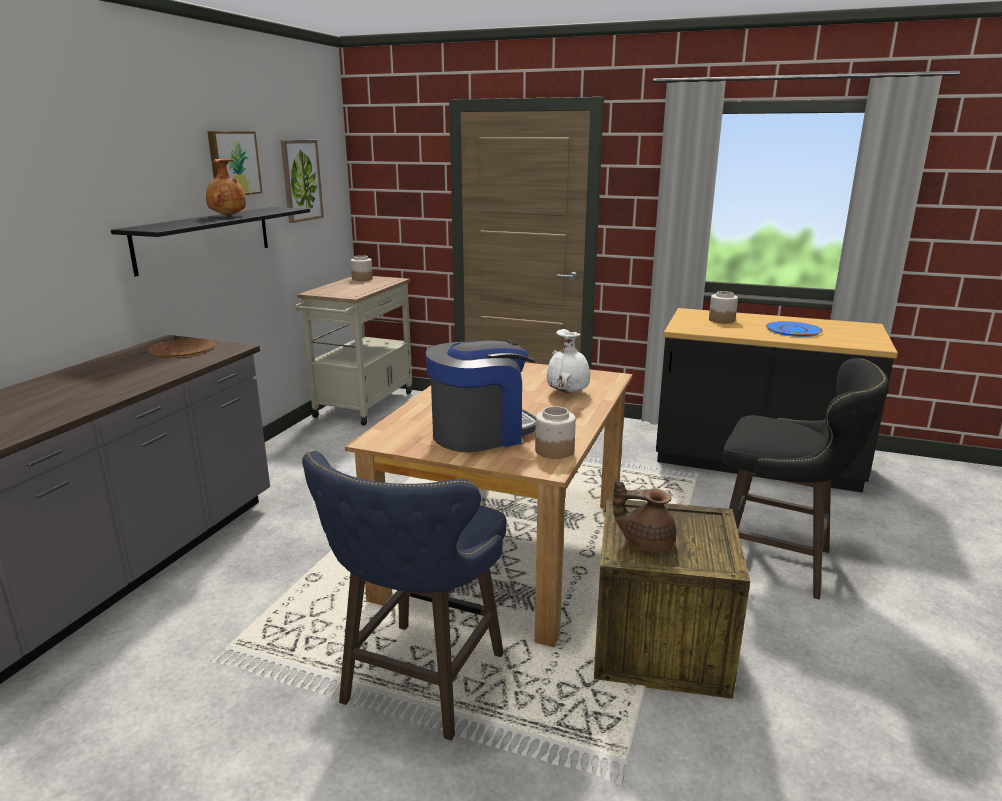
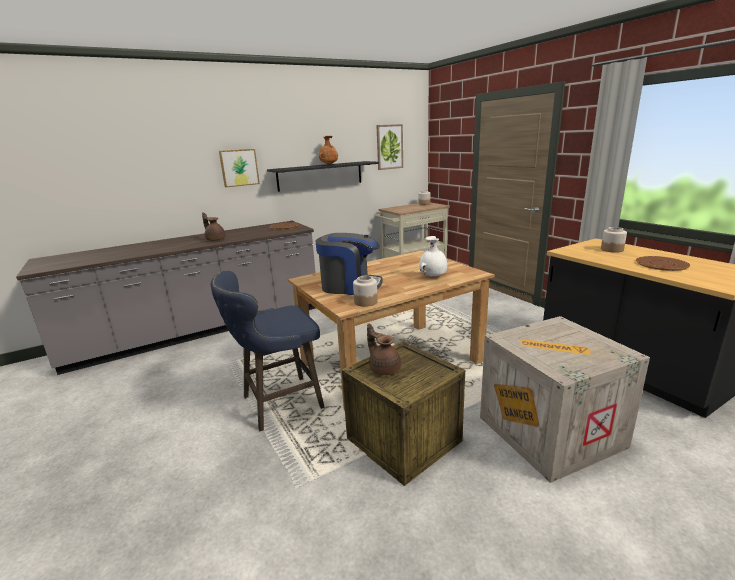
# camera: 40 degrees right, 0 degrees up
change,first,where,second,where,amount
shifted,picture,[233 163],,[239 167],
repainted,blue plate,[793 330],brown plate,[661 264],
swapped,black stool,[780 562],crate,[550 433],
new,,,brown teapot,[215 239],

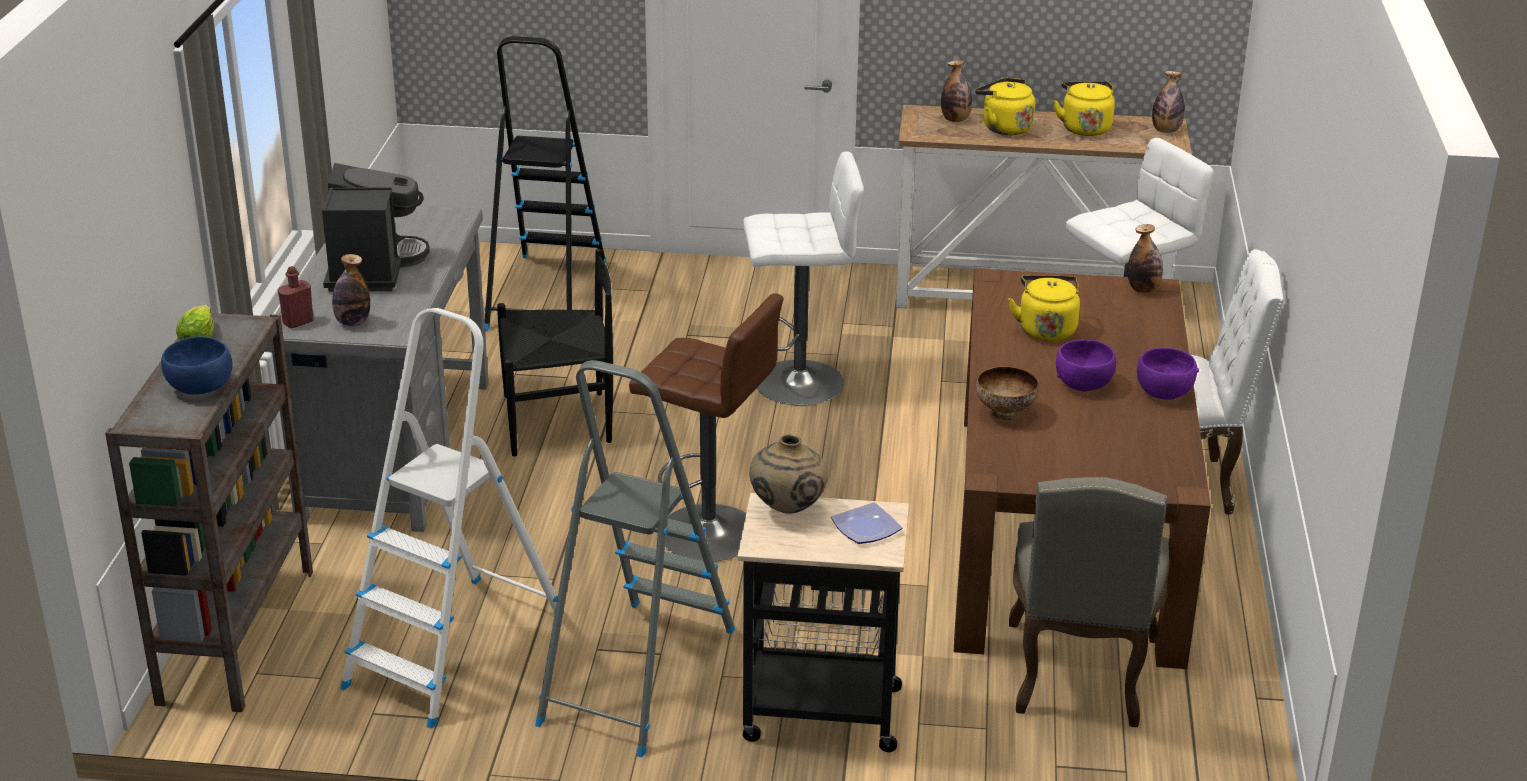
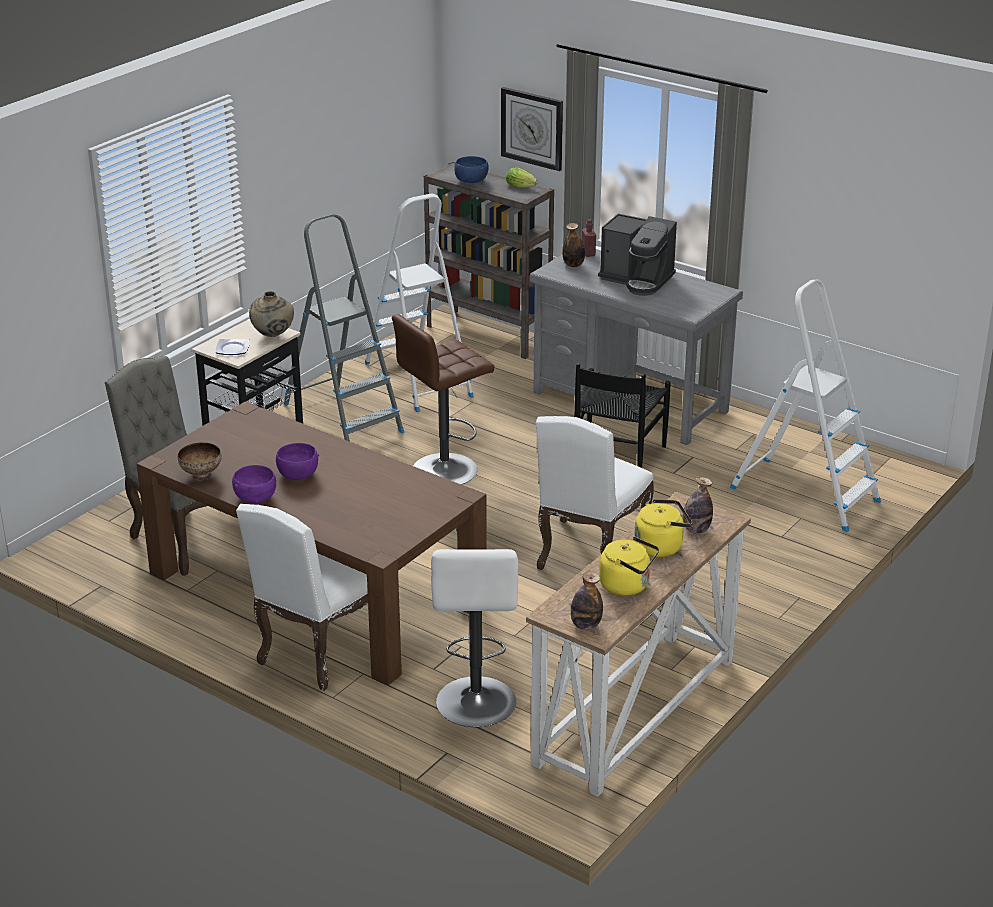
# camera: 120 degrees right, 0 degrees up
change,first,where,second,where,amount
repainted,black step ladder,[546 294],white step ladder,[806 495],
swapped,white stool,[800 383],white chair,[588 555],
gone,bottle,[1143 289],,,
gone,yellow kettle,[1046 329],,,
shifted,bowl,[1004 414],,[201 475],
new,,,wall clock,[532 128],

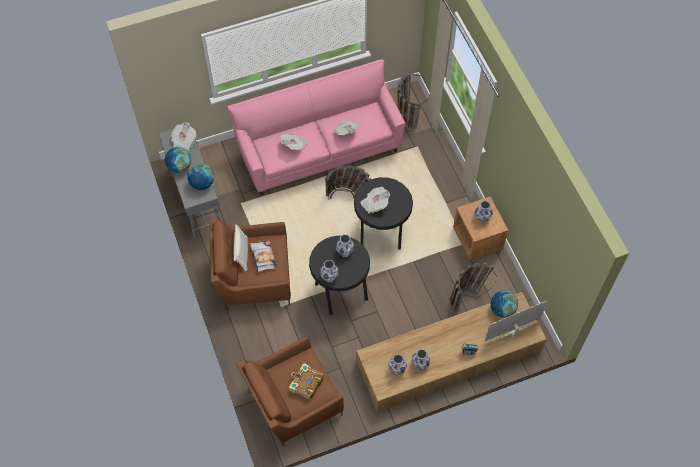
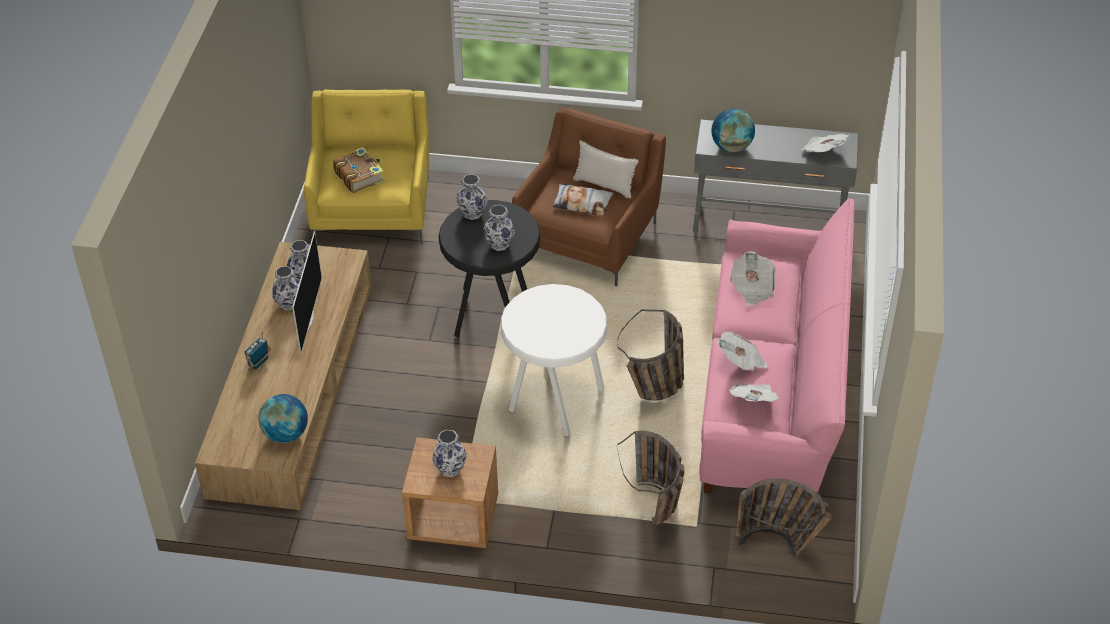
# camera: 120 degrees right, 15 degrees down
change,first,where,second,where,amount
gone,globe,[180 166],,,
repainted,black stool,[381 234],white stool,[554 401],
shifted,newspaper,[374 204],,[754 401],
shifted,basket,[468 295],,[657 512],
shifted,television,[513 333],,[307 321],
repainted,brown armchair,[292 401],yellow armchair,[373 206],

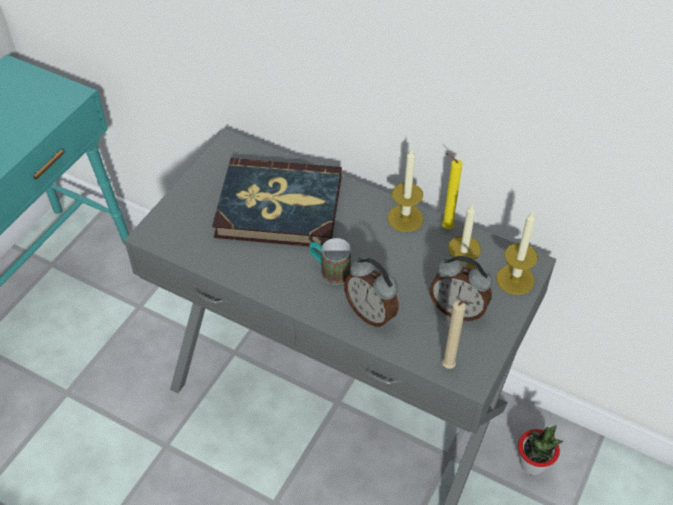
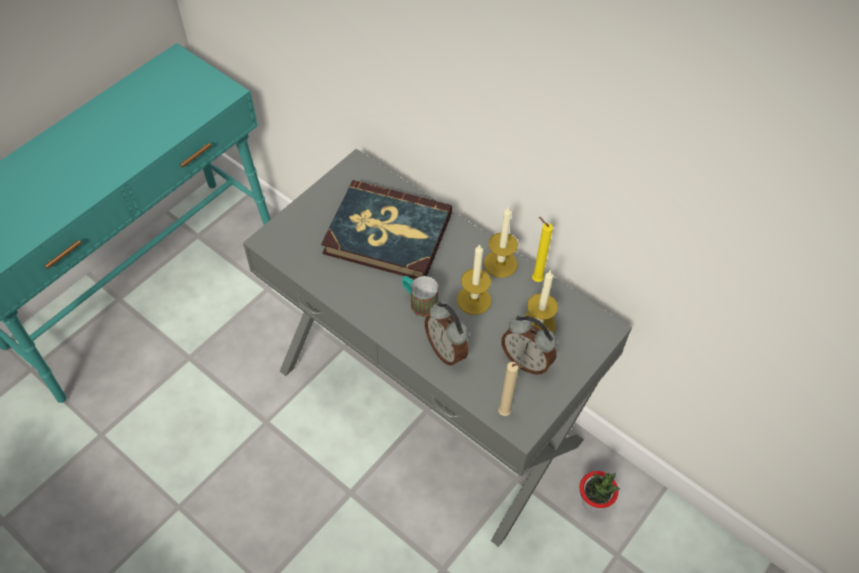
# camera: 10 degrees right, 5 degrees up
change,first,where,second,where,amount
shifted,candle,[515 279],,[474 300],

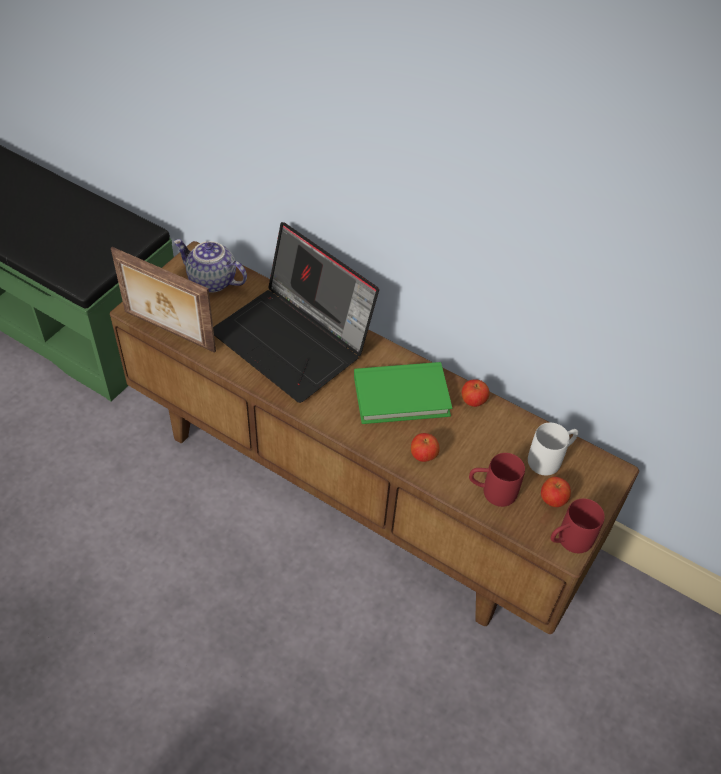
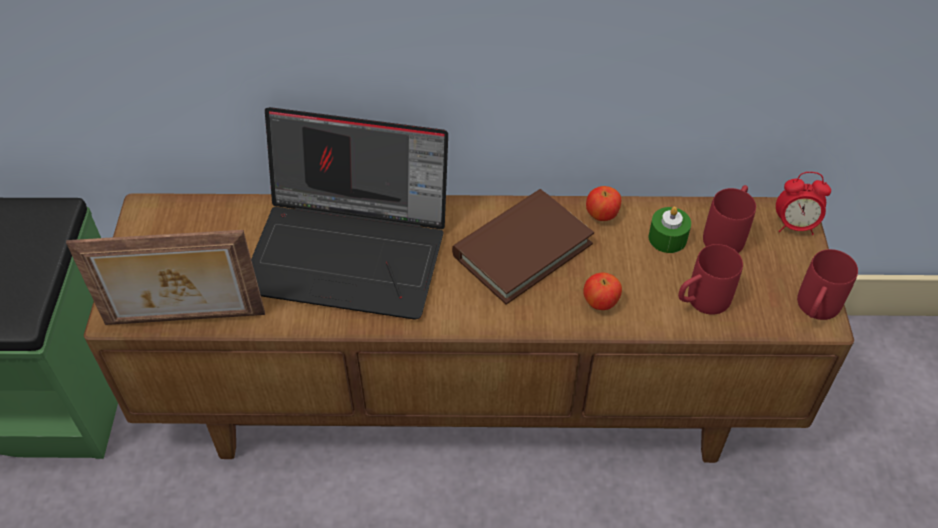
# camera: 30 degrees left, 0 degrees up
change,first,where,second,where,amount
gone,teapot,[211 281],,,
repainted,green book,[401 396],brown book,[522 250],
repainted,white mug,[550 459],red mug,[727 234],
gone,apple,[552 500],,,
new,,,alarm clock,[795 226],
new,,,green candle,[667 238],

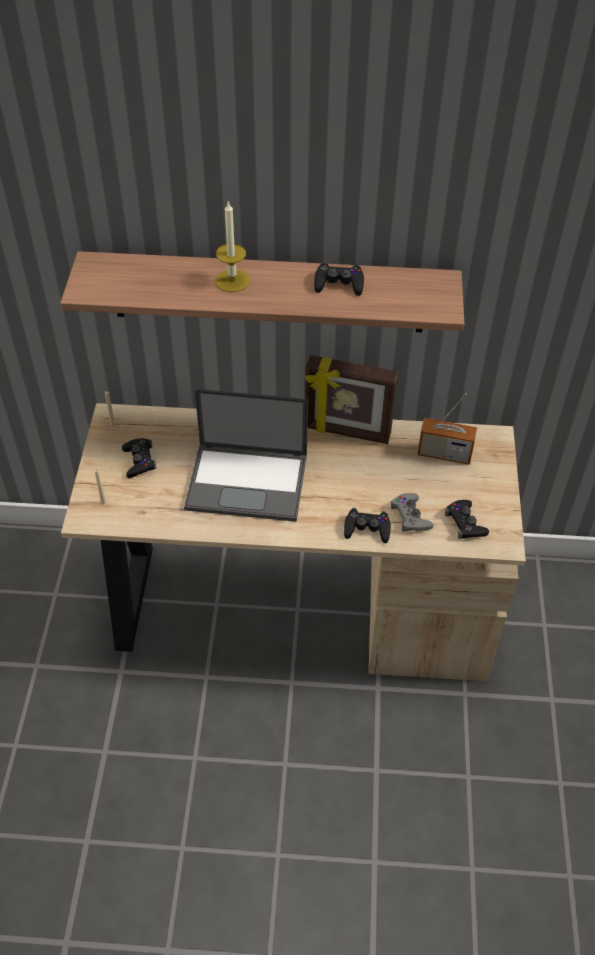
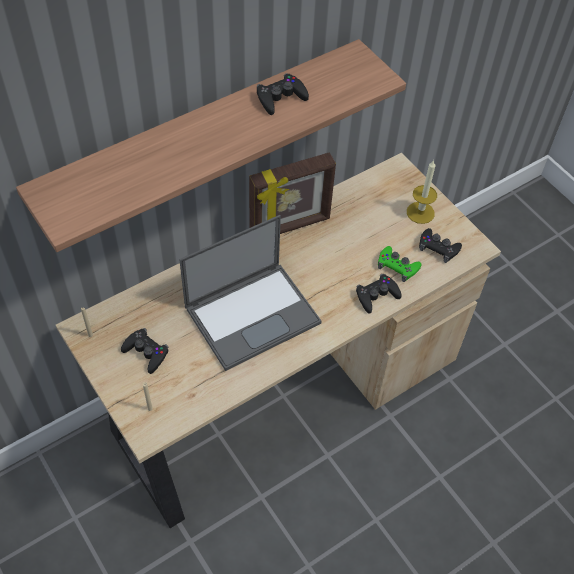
# camera: 40 degrees left, 5 degrees up
change,first,where,second,where,amount
shifted,candle,[232 281],,[420 212],
gone,radio,[444 454],,,
repainted,grey game controller,[410 516],green game controller,[397 266],

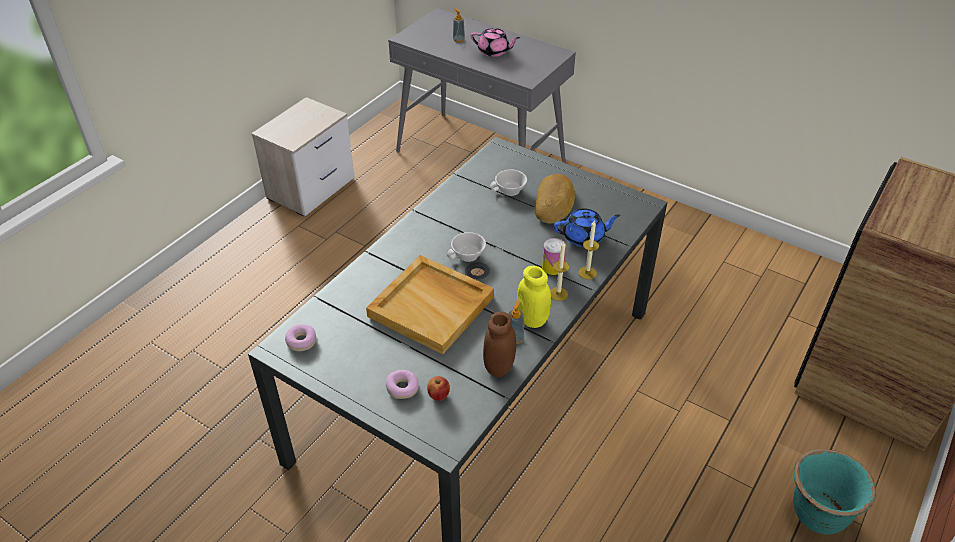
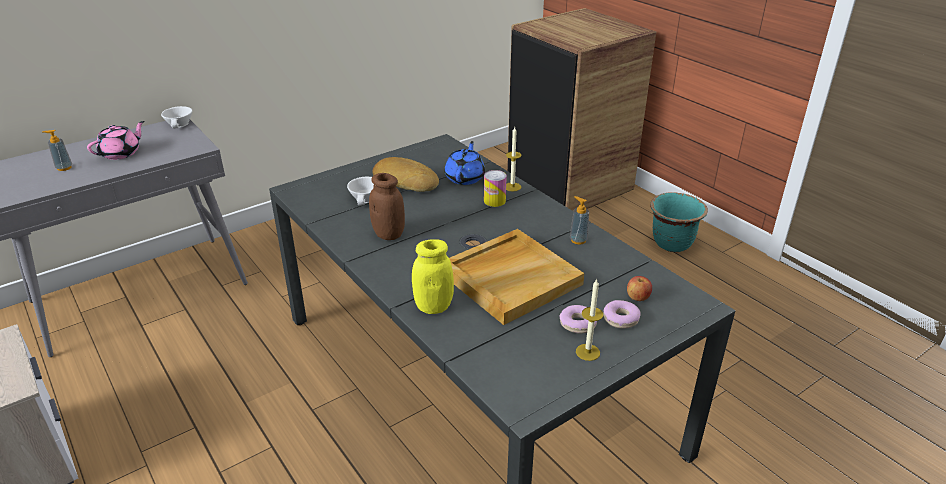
# camera: 70 degrees left, 10 degrees down
change,first,where,second,where,amount
shifted,white cup,[468 256],,[180 124],
shifted,candle,[558 294],,[587 352],
shifted,yellow jar,[532 319],,[433 306],
shifted,brown jar,[499 367],,[388 234],
shifted,donut,[301 341],,[577 324],

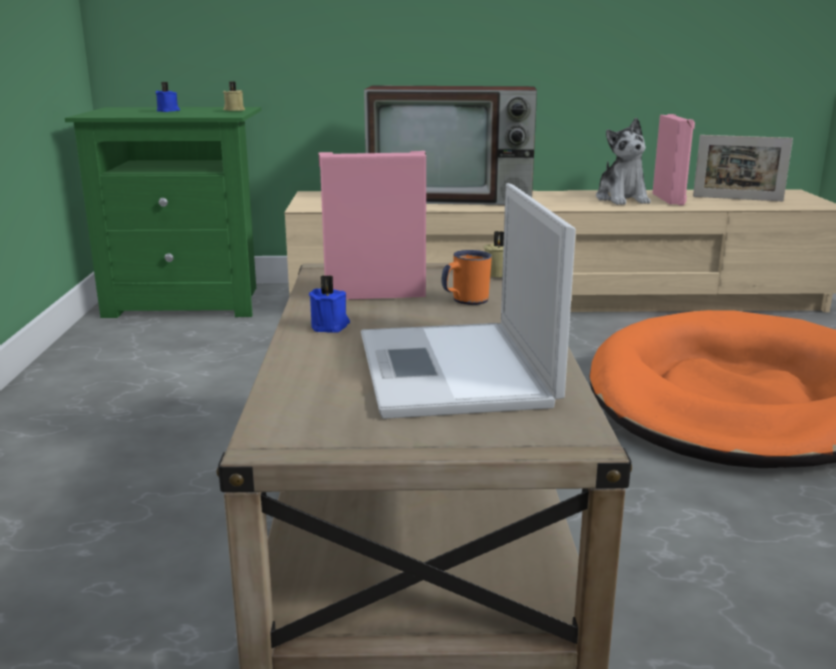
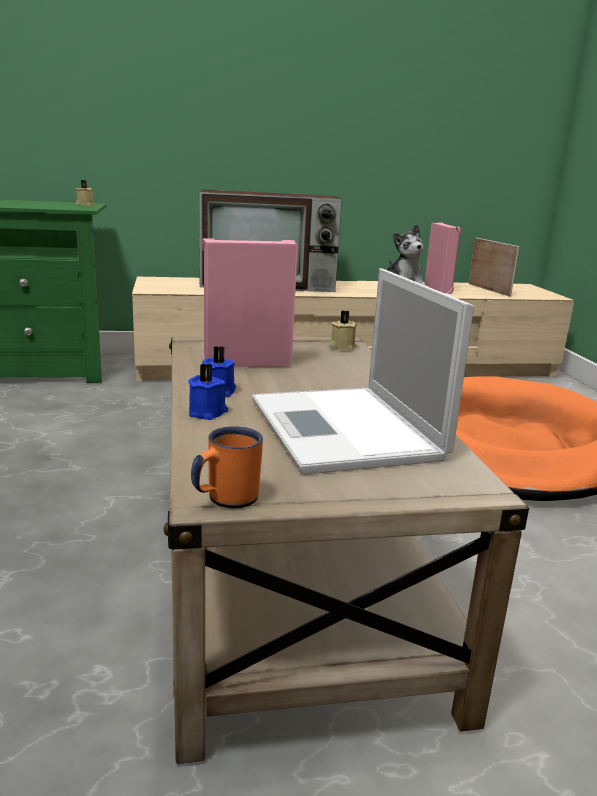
# camera: 10 degrees left, 0 degrees up
change,first,where,second,where,amount
shifted,blue candle,[168 111],,[208 412],
rotated,picture frame,[737 199],,[488 290],120 degrees counterclockwise
shifted,orange mug,[464 301],,[225 499],

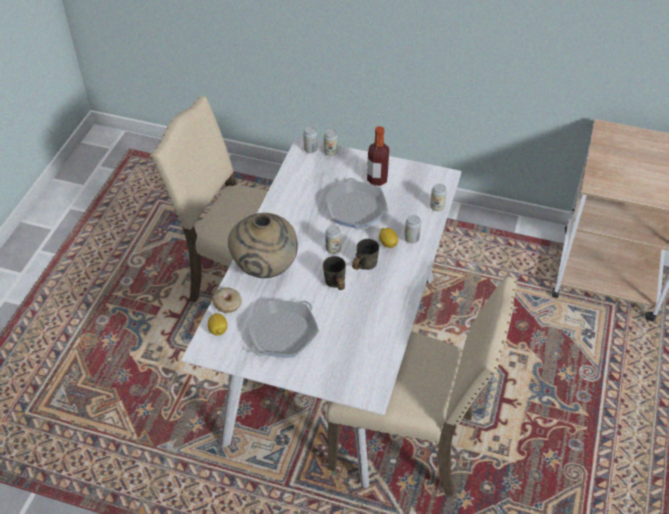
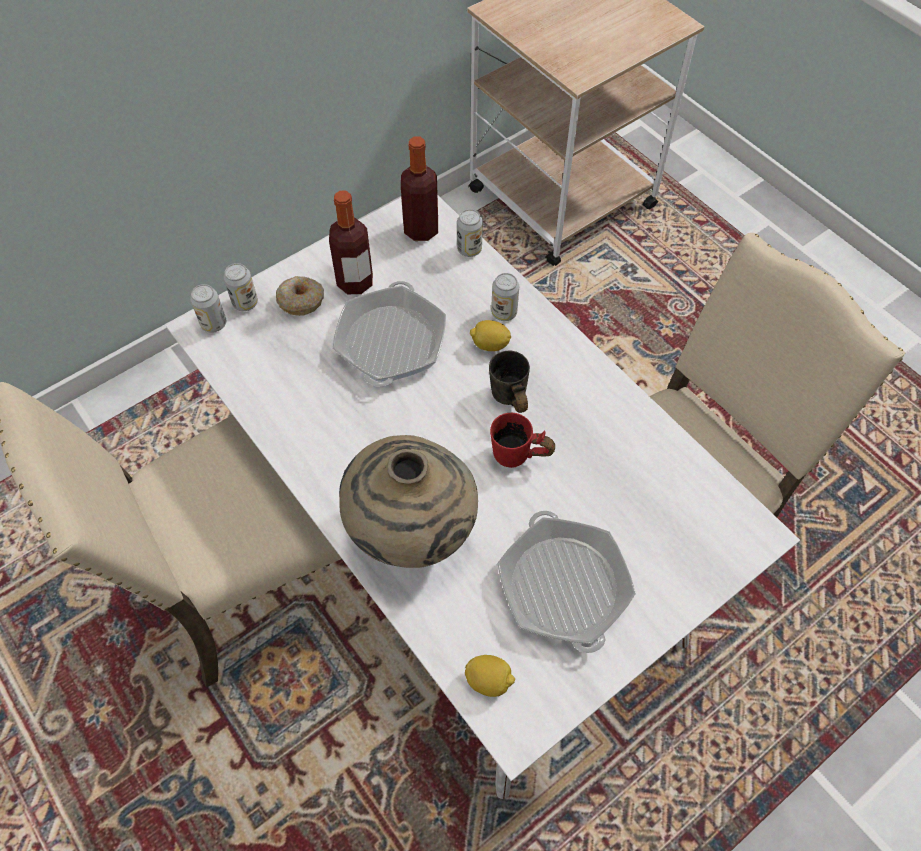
# camera: 55 degrees left, 10 degrees up
change,first,where,second,where,amount
rotated,frying pan,[356 209],,[391 342],105 degrees counterclockwise
gone,can,[333 249],,,
repainted,grey mug,[334 285],red mug,[518 459],
shifted,donut,[227 303],,[301 300],
new,,,bottle,[421 230],

